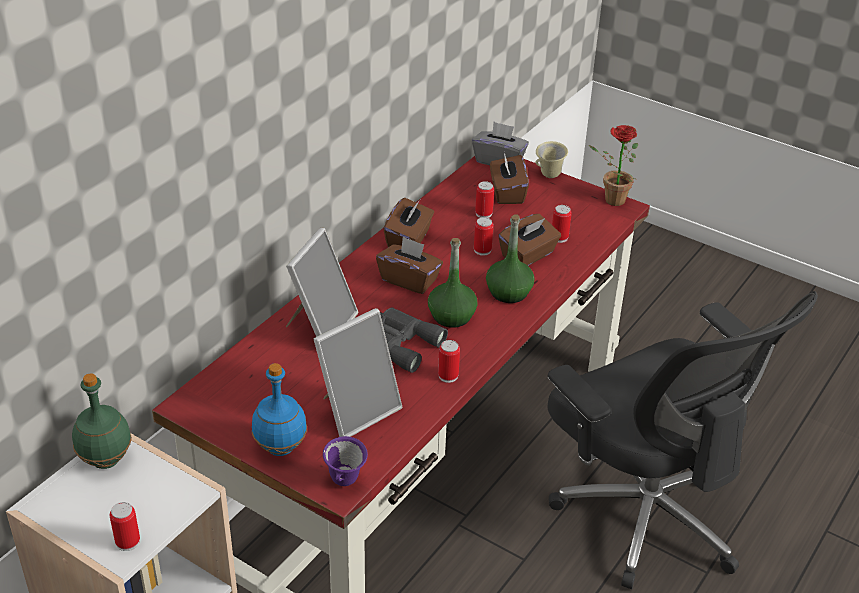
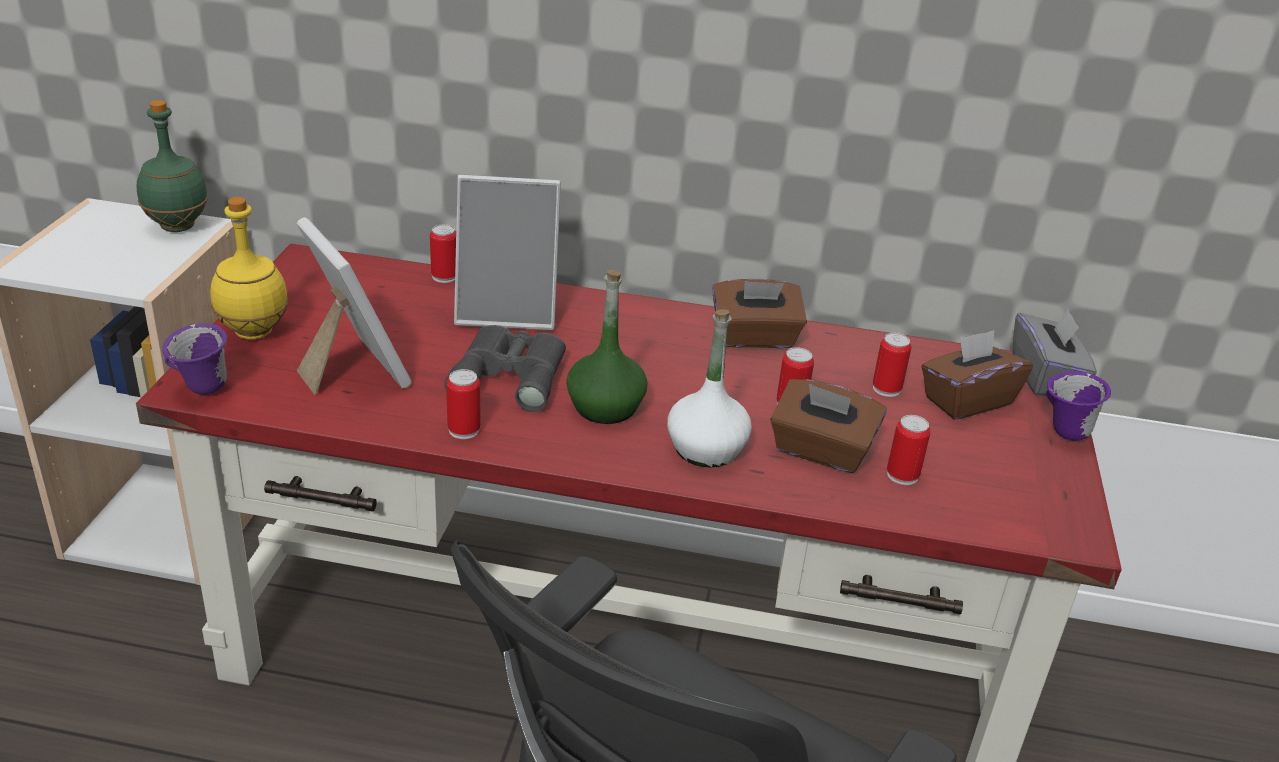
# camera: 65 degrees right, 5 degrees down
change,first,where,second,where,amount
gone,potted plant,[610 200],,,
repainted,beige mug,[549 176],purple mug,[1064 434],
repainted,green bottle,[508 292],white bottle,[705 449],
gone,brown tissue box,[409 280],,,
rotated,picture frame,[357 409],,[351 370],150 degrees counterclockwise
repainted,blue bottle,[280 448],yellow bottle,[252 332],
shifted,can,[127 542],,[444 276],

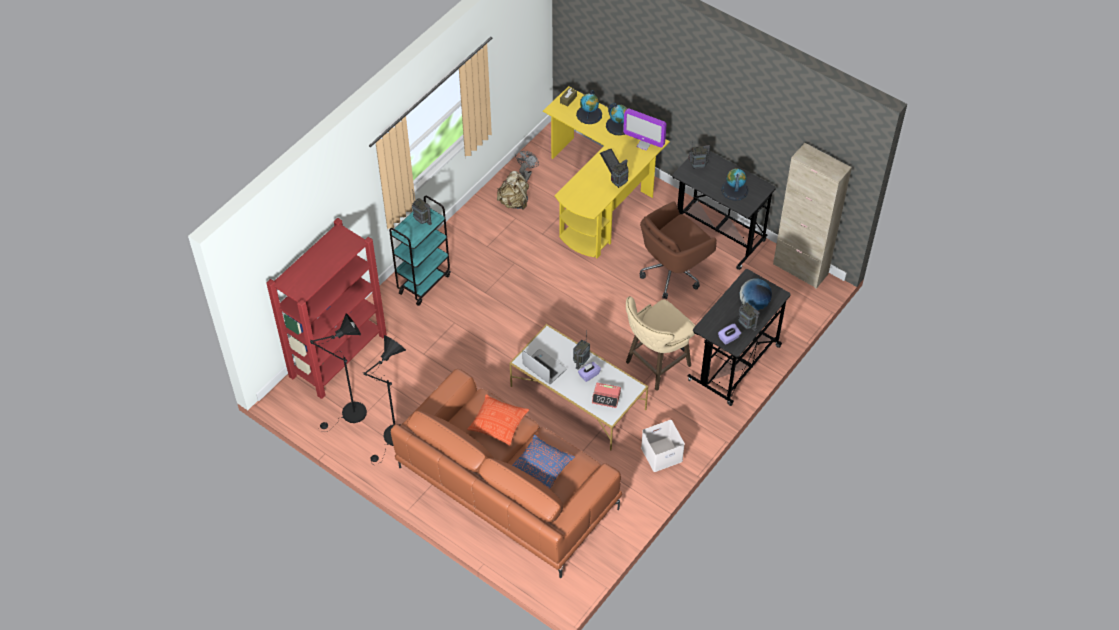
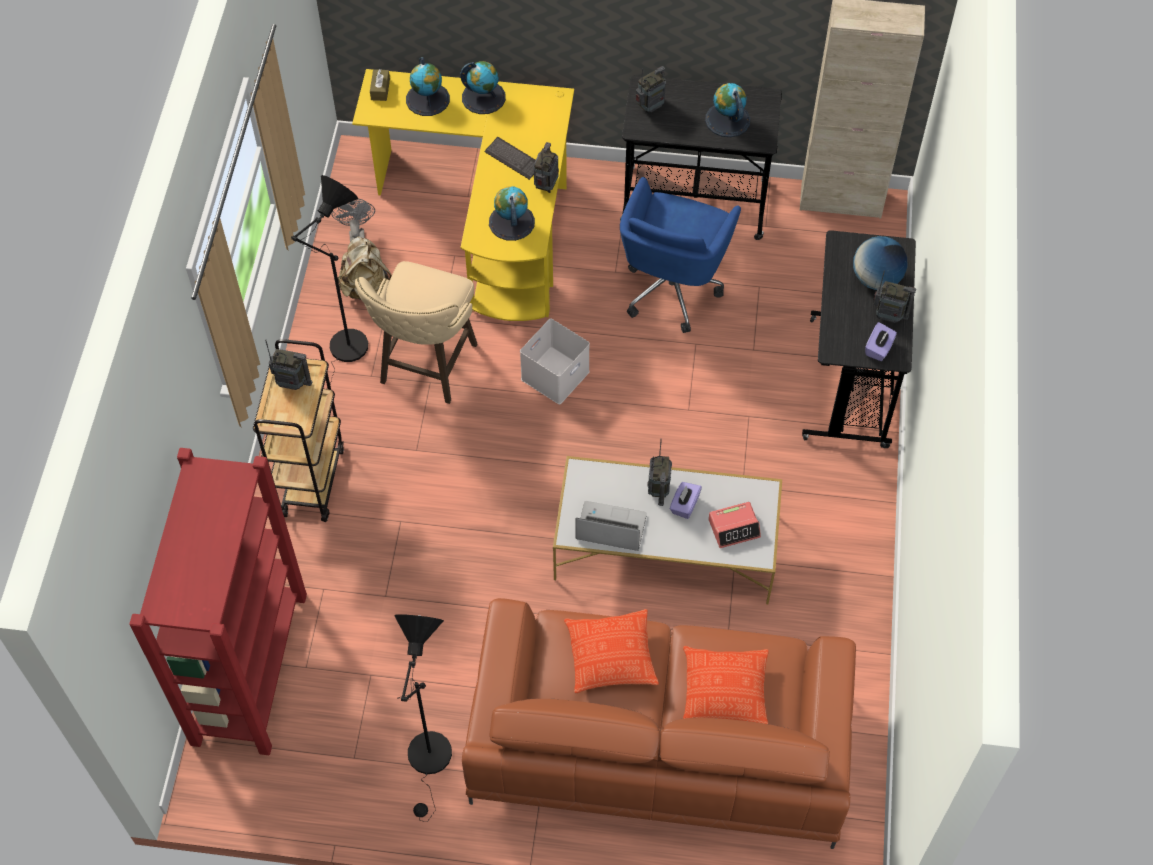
# camera: 30 degrees left, 5 degrees up
change,first,where,second,where,amount
gone,monitor,[644 144],,,
repainted,turquoise cart,[424 284],brown cart,[312 481],
repainted,brown office chair,[673 273],blue office chair,[672 288],
shifted,beige stool,[655 365],,[426 367],
shifted,black floor lamp,[350 415],,[345 352],
shifted,white storage box,[661 455],,[555 376],
repainted,blue pillow,[541 467],orange pillow,[724 692],
new,,,globe,[511 222],

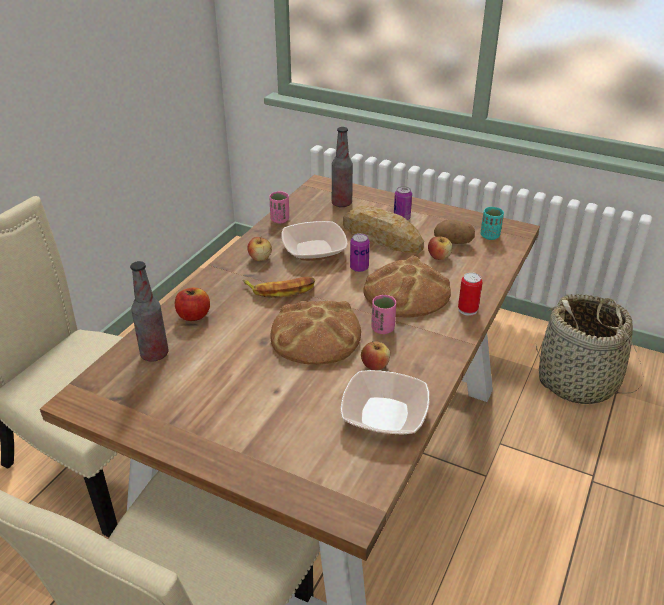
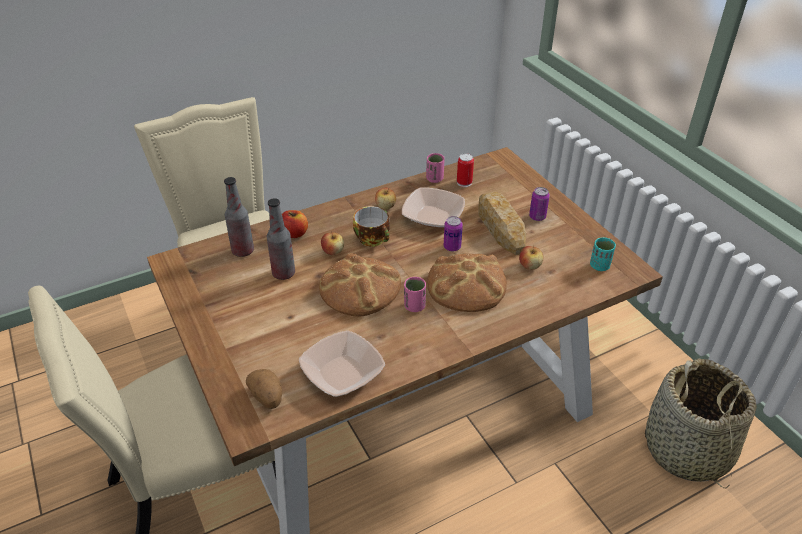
# camera: 35 degrees right, 5 degrees up
change,first,where,second,where,amount
shifted,bottle,[341 203],,[283 273],
shifted,potato,[453 241],,[267 397],
shifted,can,[467 310],,[464 183],
swapped,banana,[281 289],cup,[374 239],
shifted,apple,[375 366],,[333 251],

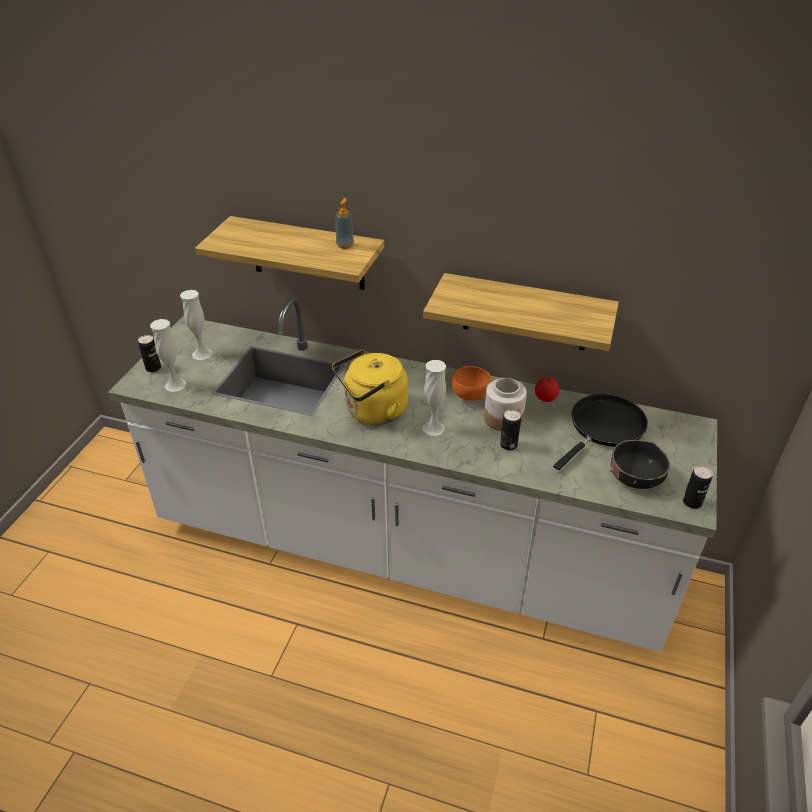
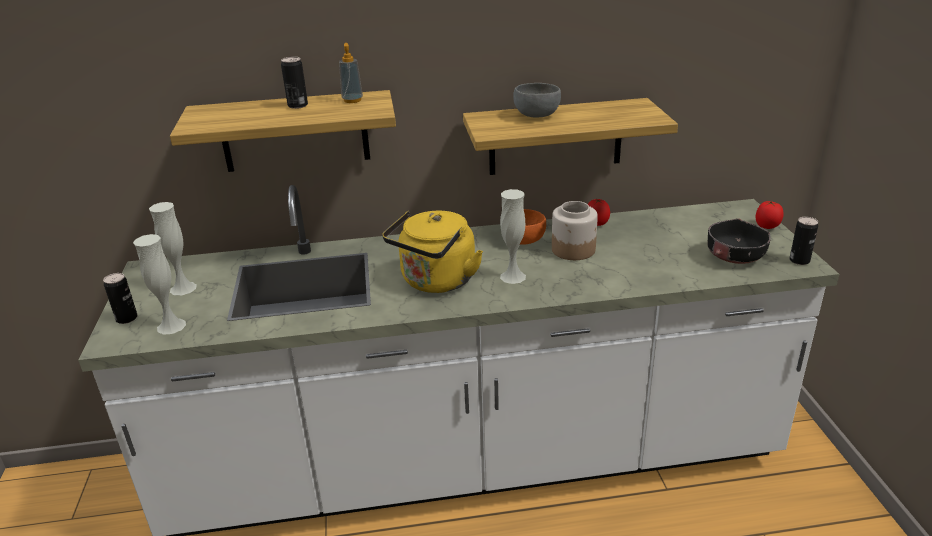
# camera: 25 degrees left, 10 degrees down
change,first,where,second,where,amount
gone,black frying pan,[604 428],,,
shifted,can,[508 445],,[298 105],
new,,,grey bowl,[536 116],
new,,,tomato,[767 227],

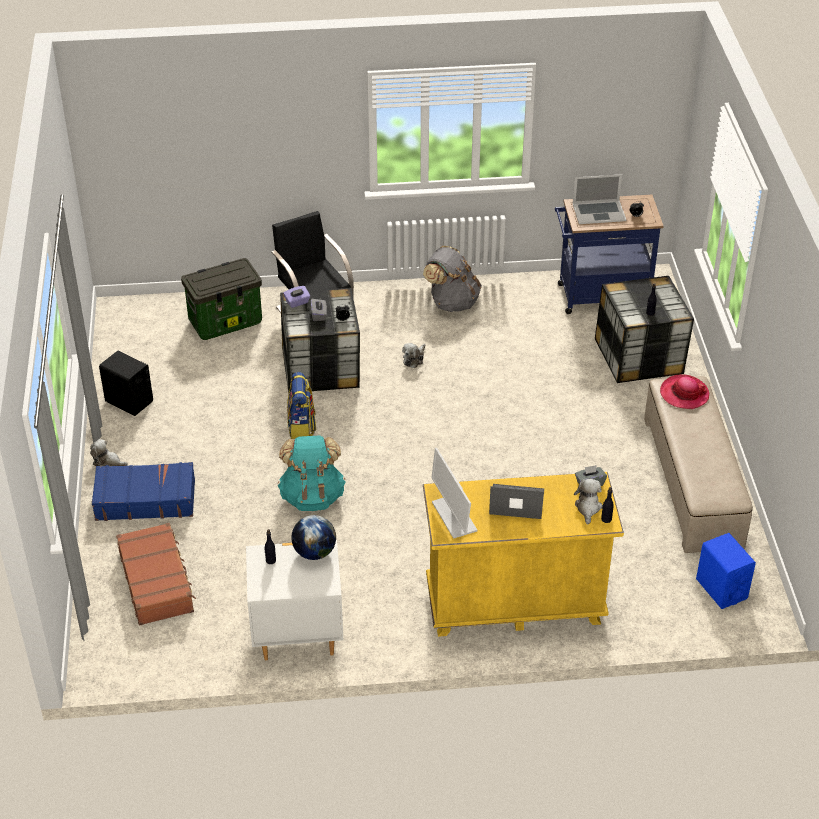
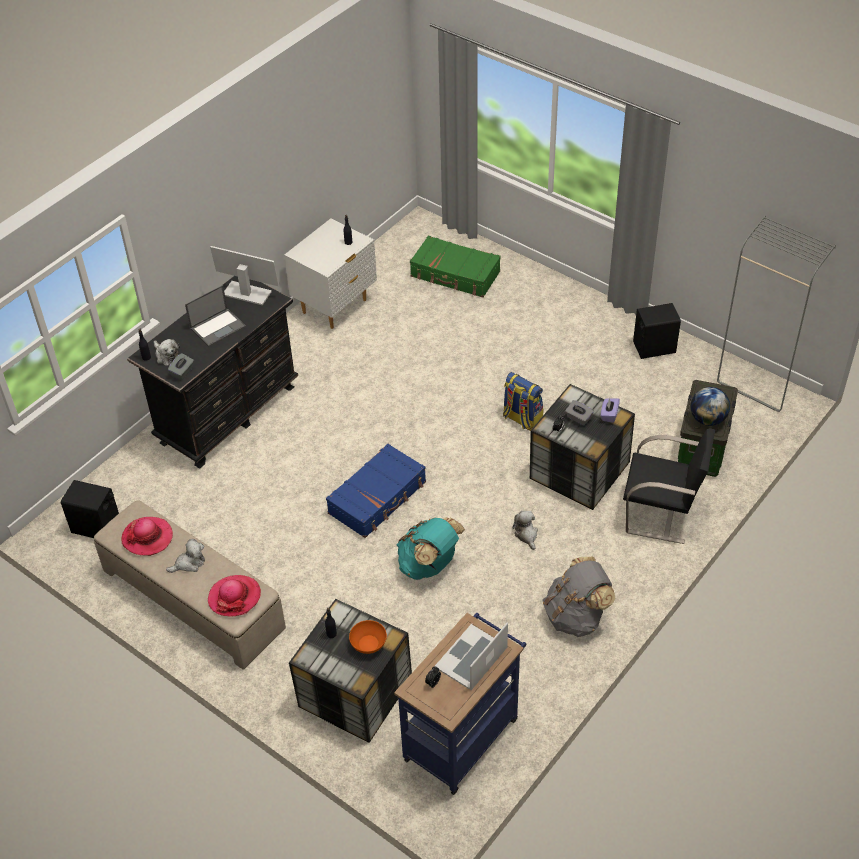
# camera: 135 degrees right, 5 degrees up
change,first,where,second,where,amount
shifted,turquoise backpack,[312 496],,[429 565],
shifted,plush toy,[108 462],,[189 563],
shifted,blue suitcase,[145 499],,[378 498],
repainted,yellow dresser,[514 605],black dresser,[228 414],
shifted,globe,[314 552],,[707 419],
repainted,brown suitcase,[157 581],green suitcase,[455 275],
repainted,blue speaker,[721 589],black speaker,[96 526],
new,,,grey clothes rack,[758 386],
new,,,hat,[147 537],
new,,,orange bowl,[368 644],

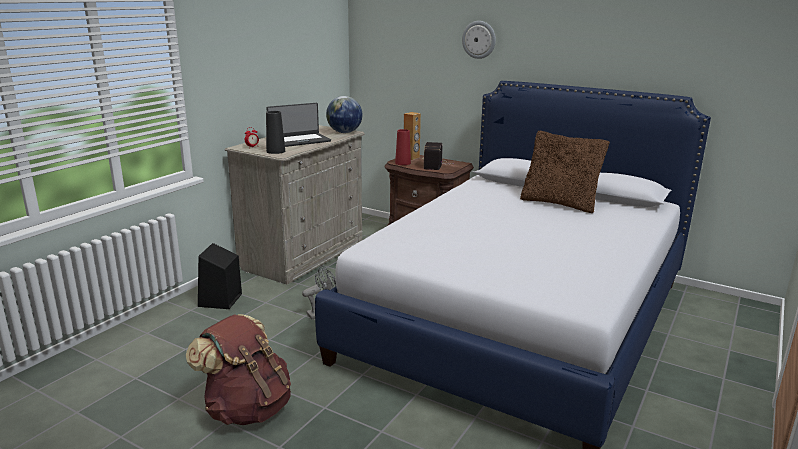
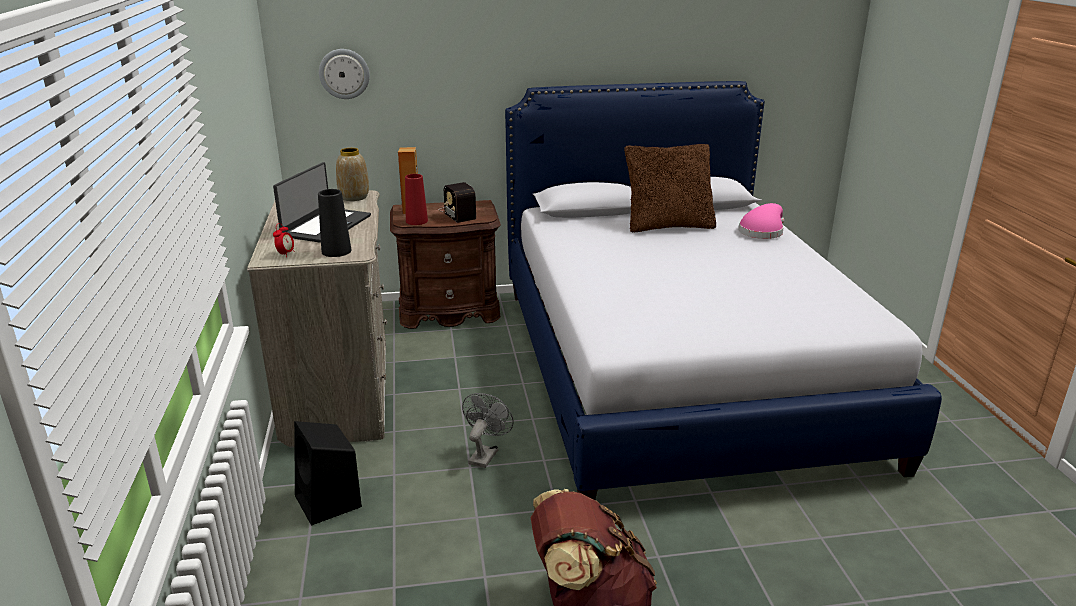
# camera: 40 degrees left, 5 degrees up
change,first,where,second,where,amount
shifted,wall clock,[479 39],,[344 74],
swapped,globe,[344 132],vase,[353 197],
new,,,pink hat,[762 231],

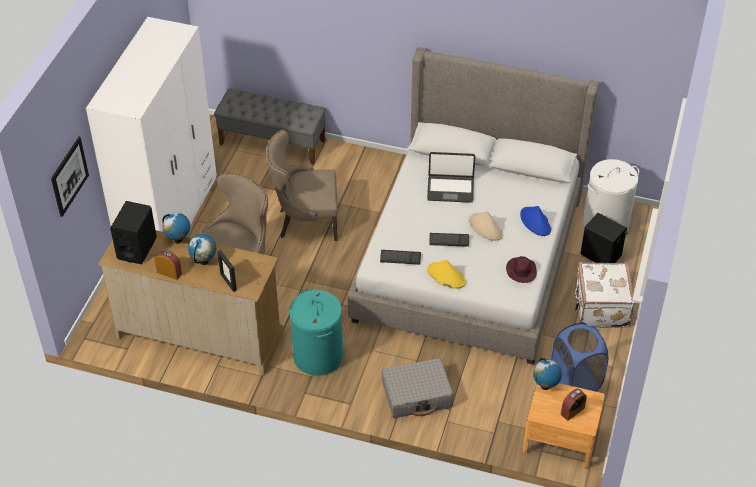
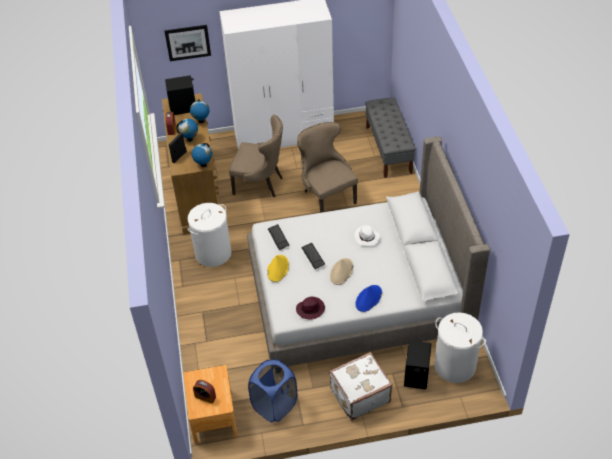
# camera: 65 degrees right, 0 degrees up
change,first,where,second,where,amount
swapped,laptop,[450 189],white hat,[367 237],
repainted,turquoise laundry basket,[317 356],white laundry basket,[213 253],
gone,grey suitcase,[417 395],,,
shifted,globe,[545 386],,[203 165],

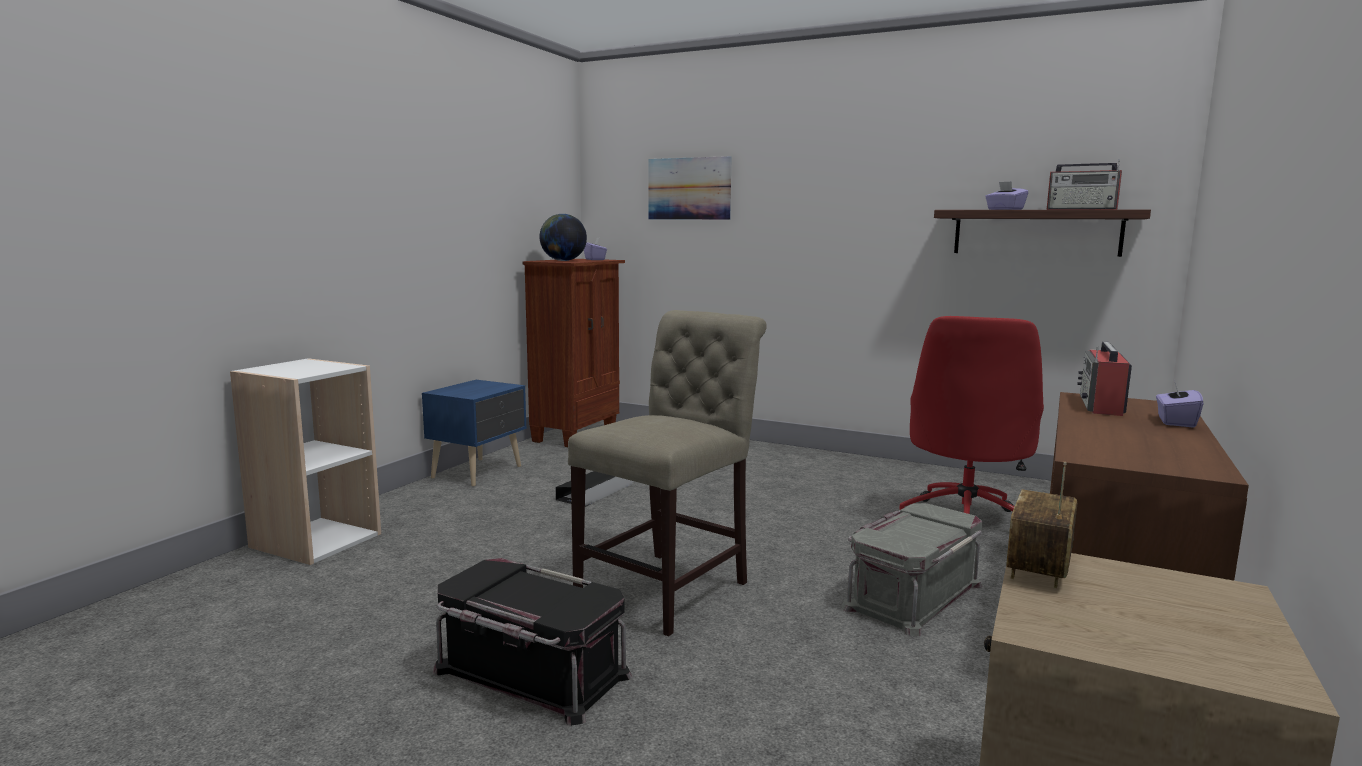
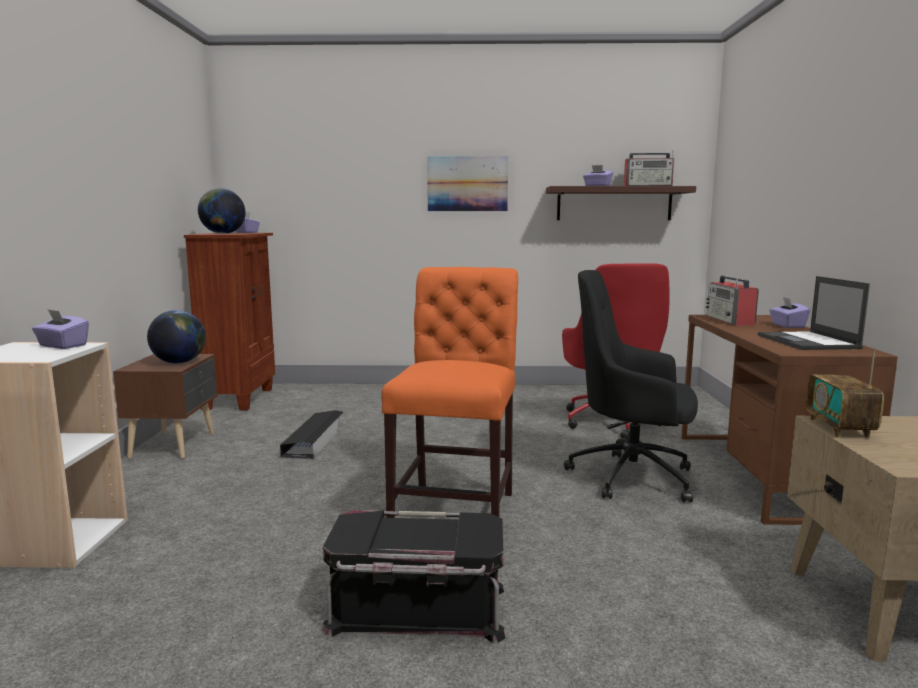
# camera: 25 degrees left, 0 degrees up
change,first,where,second,where,amount
shifted,picture,[689 188],,[467 184],
repainted,beige chair,[670 587],orange chair,[457 510],
repainted,blue nightstand,[479 472],brown nightstand,[175 445],
swapped,grey storage box,[911 595],black office chair,[631 478],
new,,,laptop,[808 342],
new,,,purple tissue box,[62 346],
new,,,globe,[179 362],

